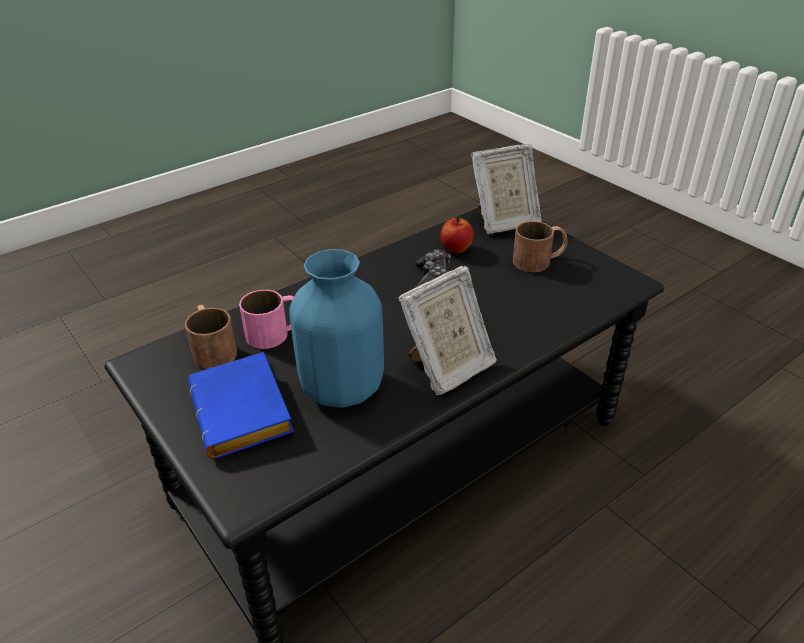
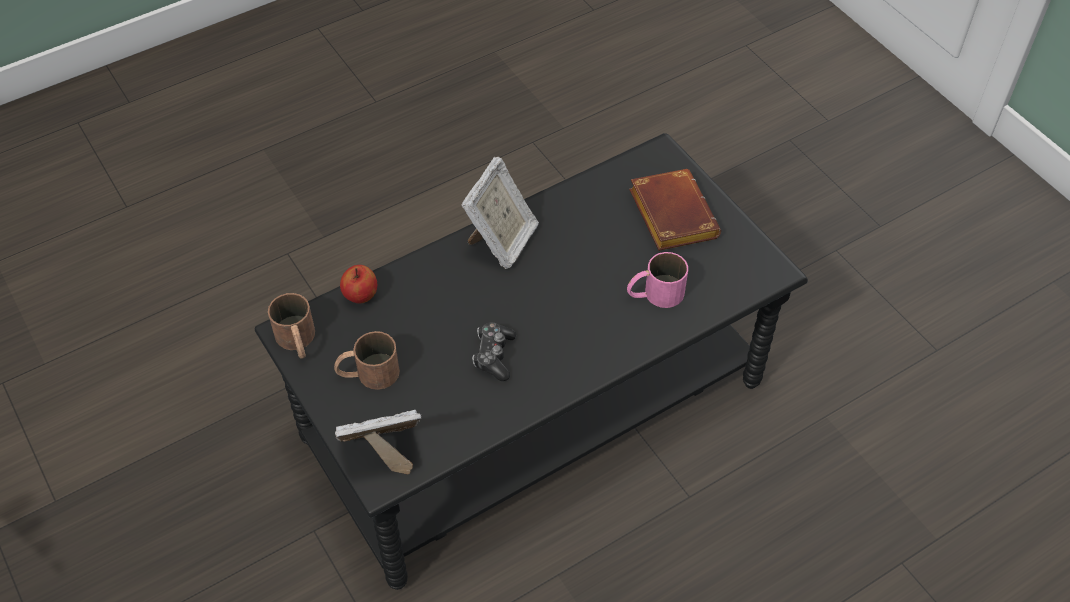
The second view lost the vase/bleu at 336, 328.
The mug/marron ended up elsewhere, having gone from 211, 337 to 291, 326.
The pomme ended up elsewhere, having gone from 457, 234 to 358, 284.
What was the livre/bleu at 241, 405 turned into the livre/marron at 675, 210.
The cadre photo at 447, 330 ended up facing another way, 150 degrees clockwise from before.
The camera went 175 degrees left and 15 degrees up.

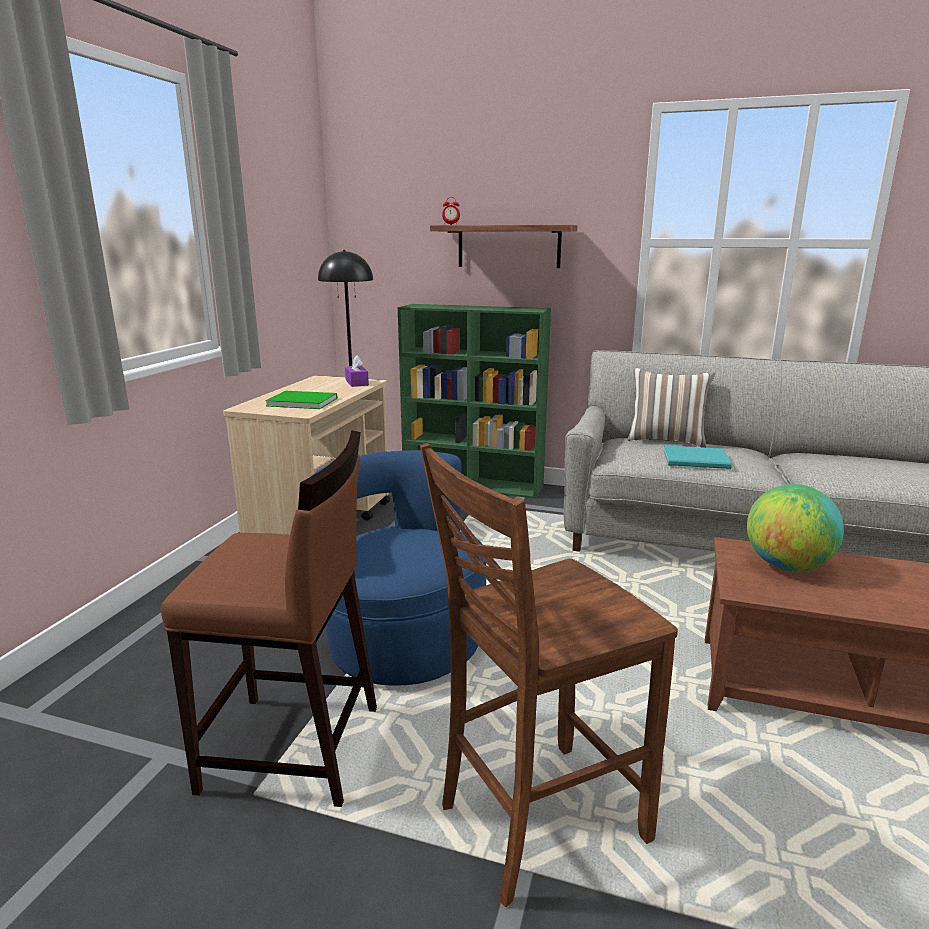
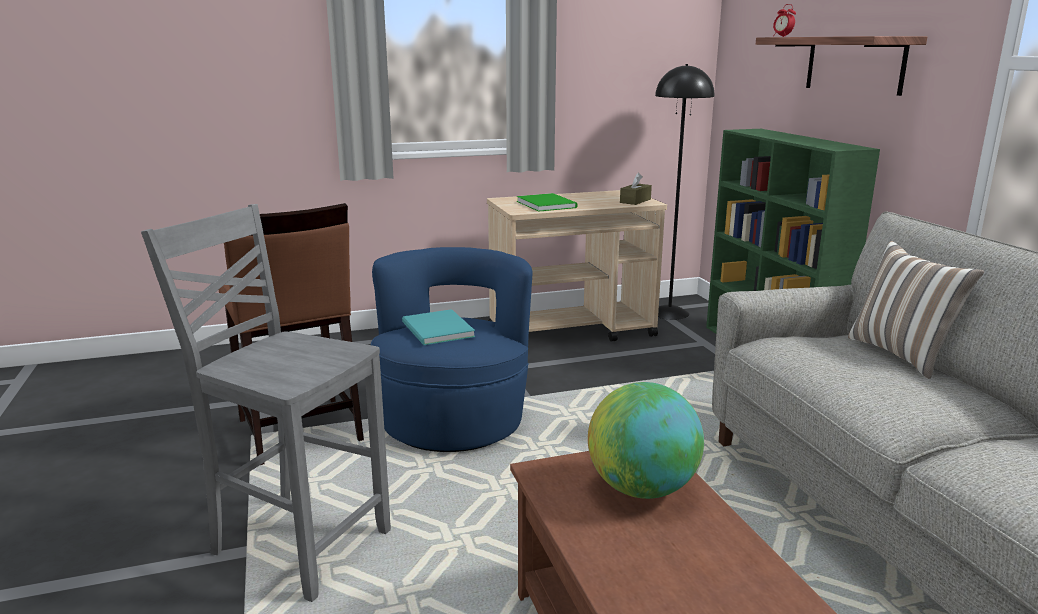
The livre/turquoise ended up elsewhere, having gone from 698, 457 to 438, 327.
What was the boîte à mouchoirs/violet at 357, 371 turned into the boîte à mouchoirs/marron at 636, 189.
What was the chaise/marron at 549, 675 turned into the chaise/gris at 266, 403.
The camera went 55 degrees right and 0 degrees up.

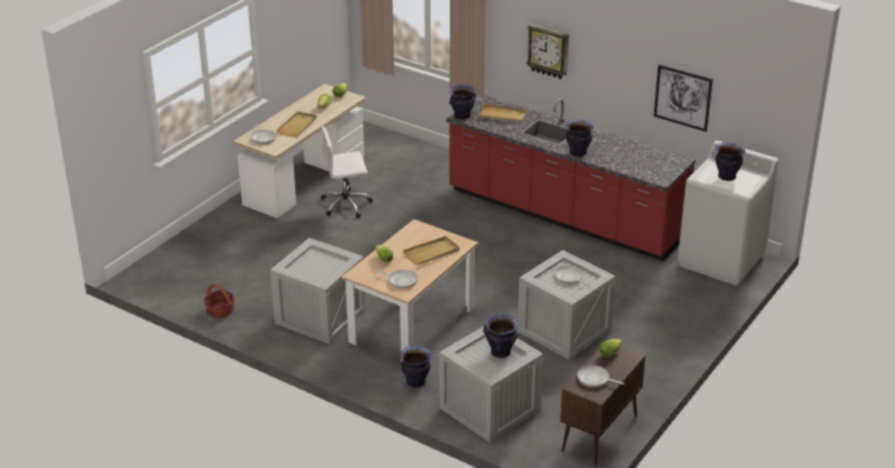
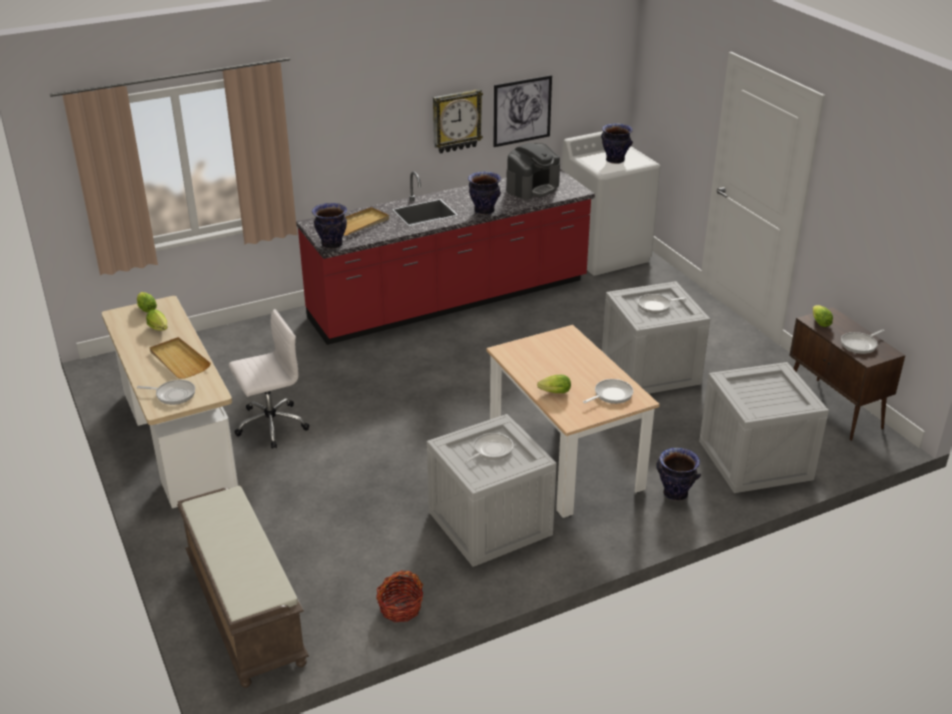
The second view lost the plateau/beige at 431, 250.
The second view lost the vase at 501, 336.
The second view gained the banc/marron at 243, 586.
The second view gained the poêle at 488, 448.
The second view gained the machine à café at 533, 171.
The horloge murale ended up elsewhere, having gone from 547, 51 to 458, 121.
The chaise de bureau/blanc at 347, 172 ended up facing another way, 135 degrees counterclockwise from before.
The camera went 60 degrees left and 0 degrees up.

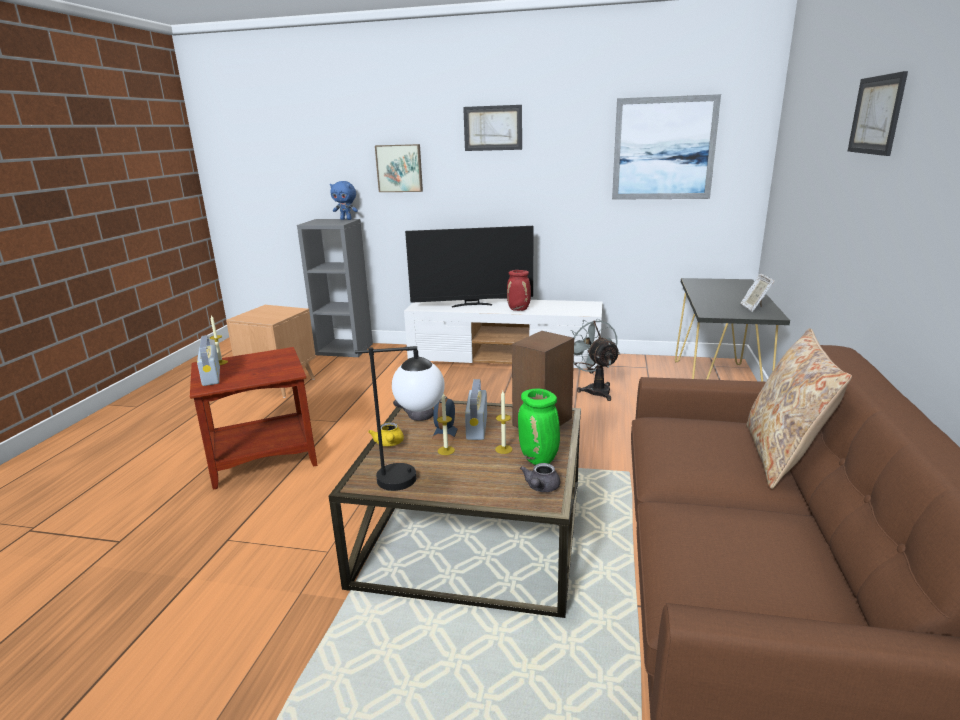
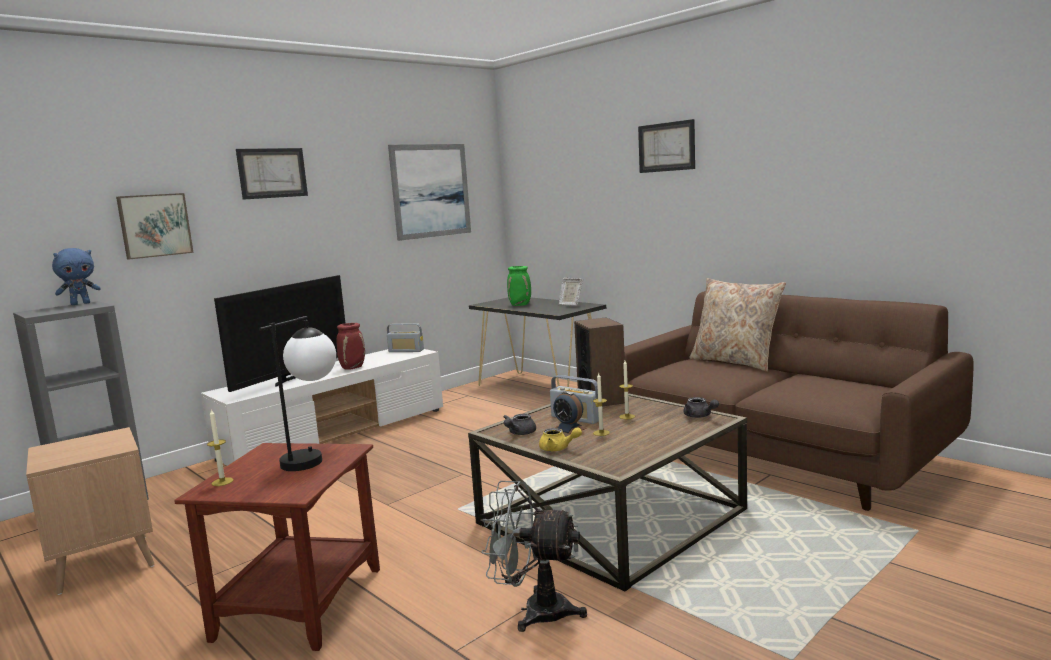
The radio ended up elsewhere, having gone from 208, 360 to 405, 337.
The lampe de table ended up elsewhere, having gone from 400, 418 to 297, 393.
The vase/vert ended up elsewhere, having gone from 539, 427 to 519, 286.
The ventilateur/gris ended up elsewhere, having gone from 595, 360 to 534, 556.
The camera went 55 degrees left and 10 degrees down.

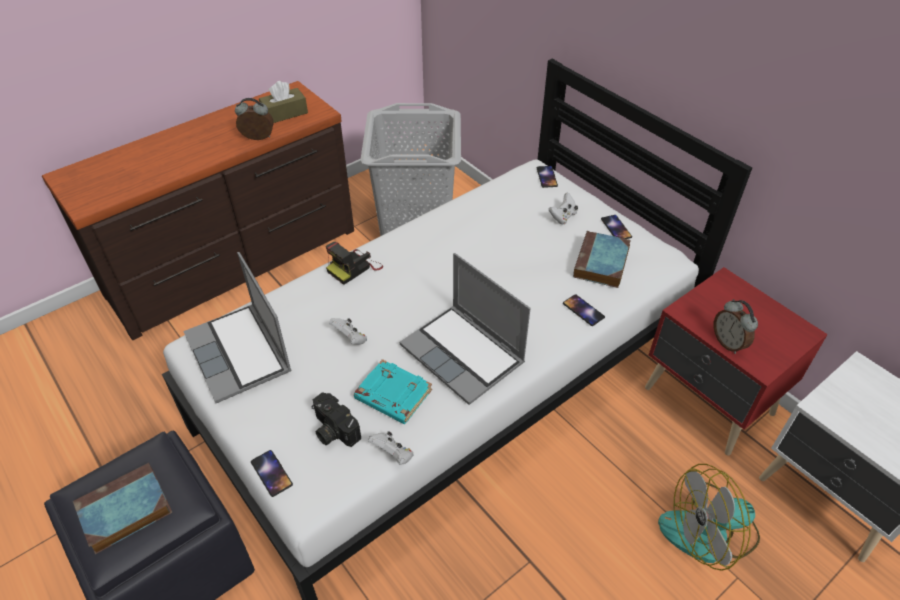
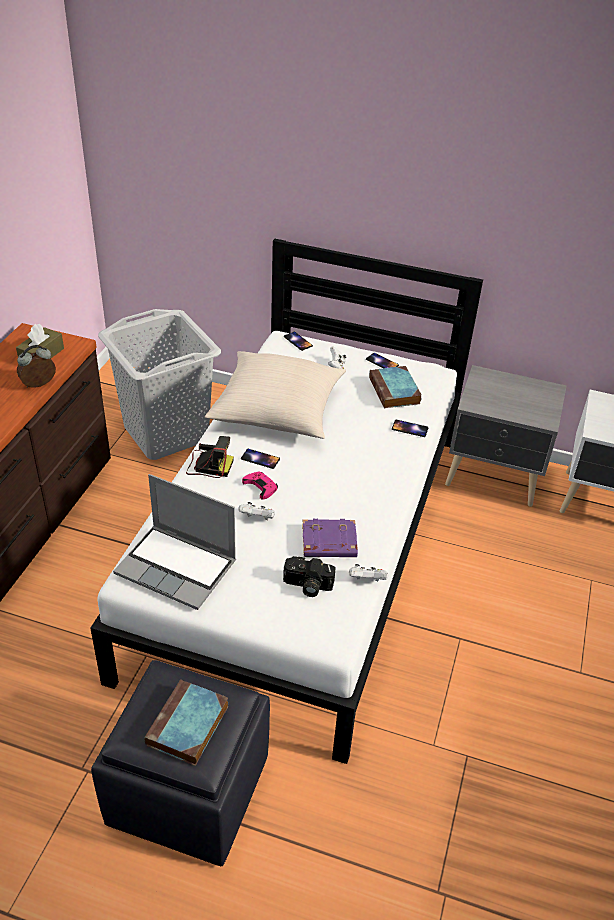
The second view lost the ordinateur portable at 465, 329.
The second view lost the ventilateur at 709, 517.
The second view lost the réveil at 736, 326.
The second view gained the coussin/beige at 275, 395.
The second view gained the manette/rose at 260, 485.
The téléphone ended up elsewhere, having gone from 272, 473 to 260, 459.
What was the livre/turquoise at 393, 391 turned into the livre/violet at 330, 538.
What was the table de chevet/rouge at 736, 361 turned into the table de chevet/gris at 506, 436.
The appareil photo at 354, 263 ended up facing another way, 90 degrees counterclockwise from before.
The camera went 35 degrees left and 5 degrees down.

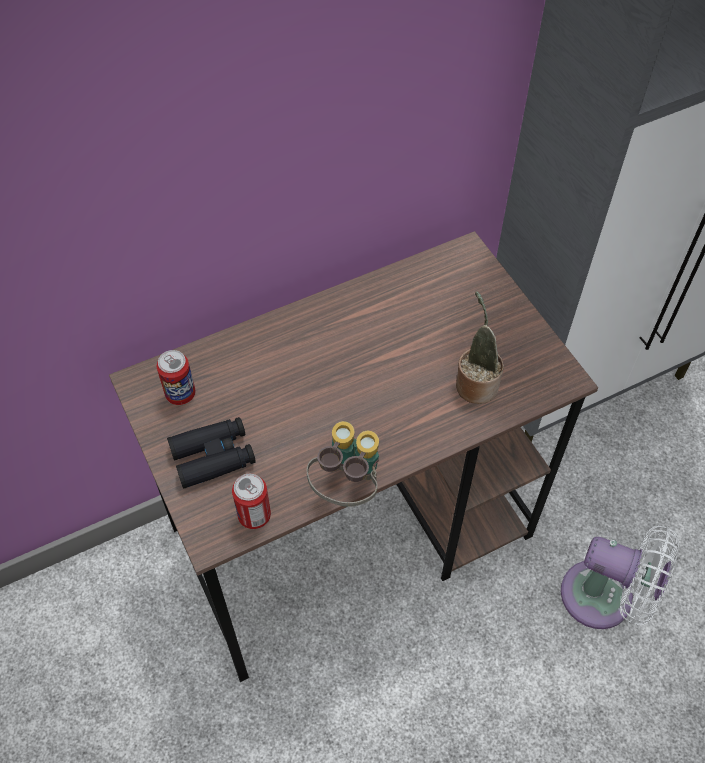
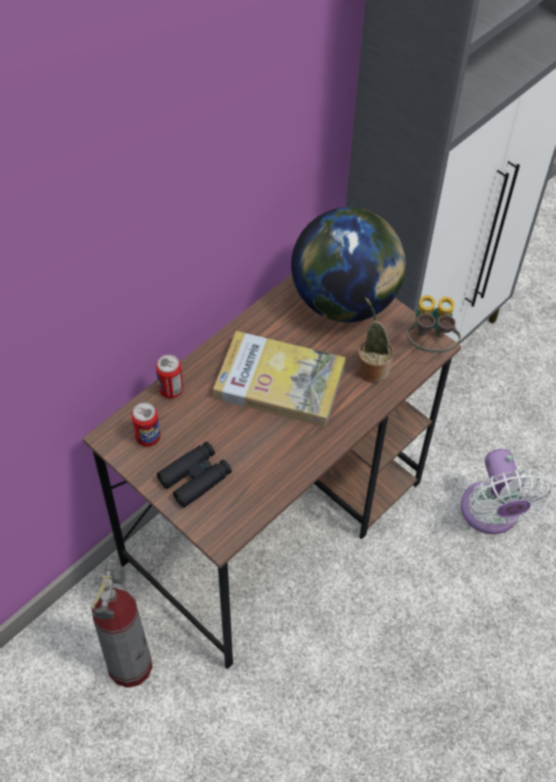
The second view gained the extincteur at 122, 624.
The second view gained the livre at 279, 379.
The second view gained the globe at 348, 264.
The boîte métallique ended up elsewhere, having gone from 251, 501 to 169, 376.
The jumelles ended up elsewhere, having gone from 343, 463 to 434, 324.
The ventilateur/blanc at 620, 577 ended up facing another way, 75 degrees clockwise from before.
The camera went 20 degrees left and 0 degrees up.

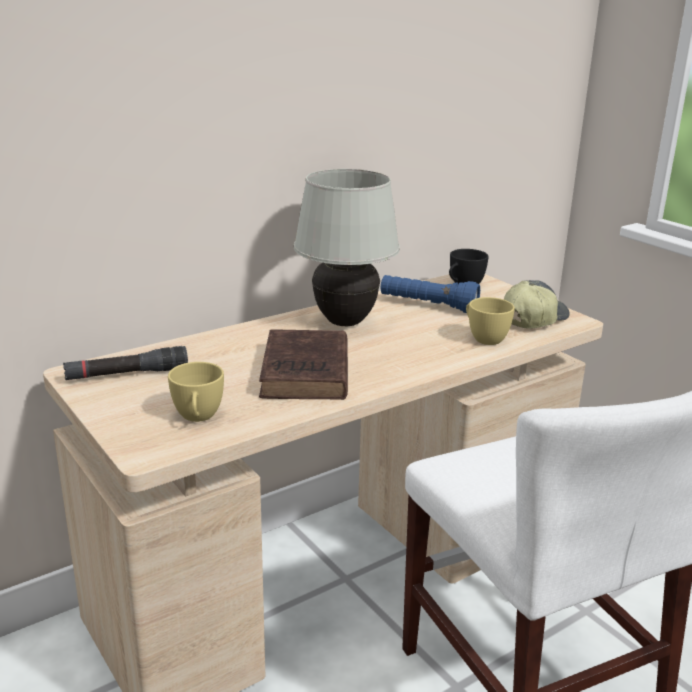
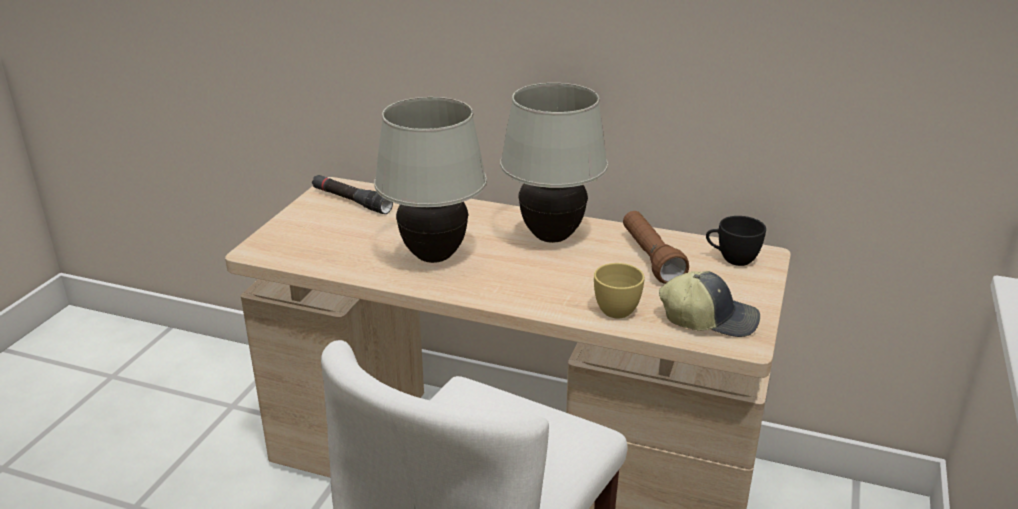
The second view lost the tasse/jaune at 196, 392.
Where the livre/marron stood at 303, 364, the lampe de table/blanc came to stand at 430, 180.
What was the lampe de poche/bleu at 430, 294 turned into the lampe de poche/marron at 656, 247.
The camera went 55 degrees right and 5 degrees up.

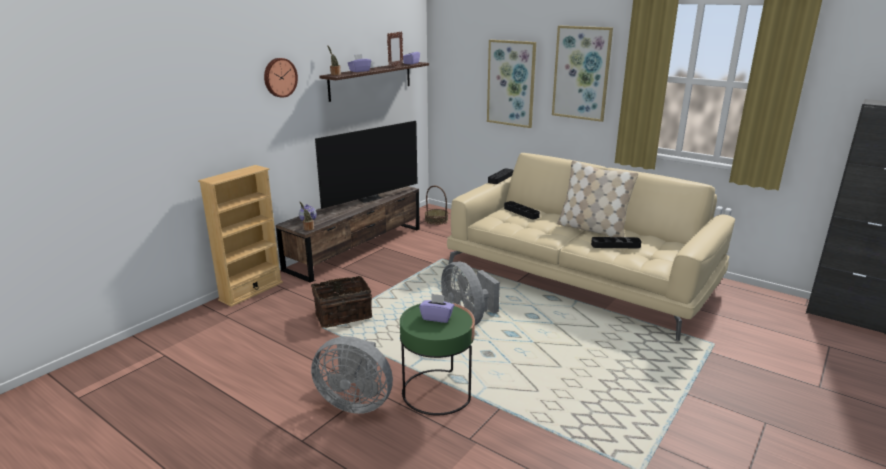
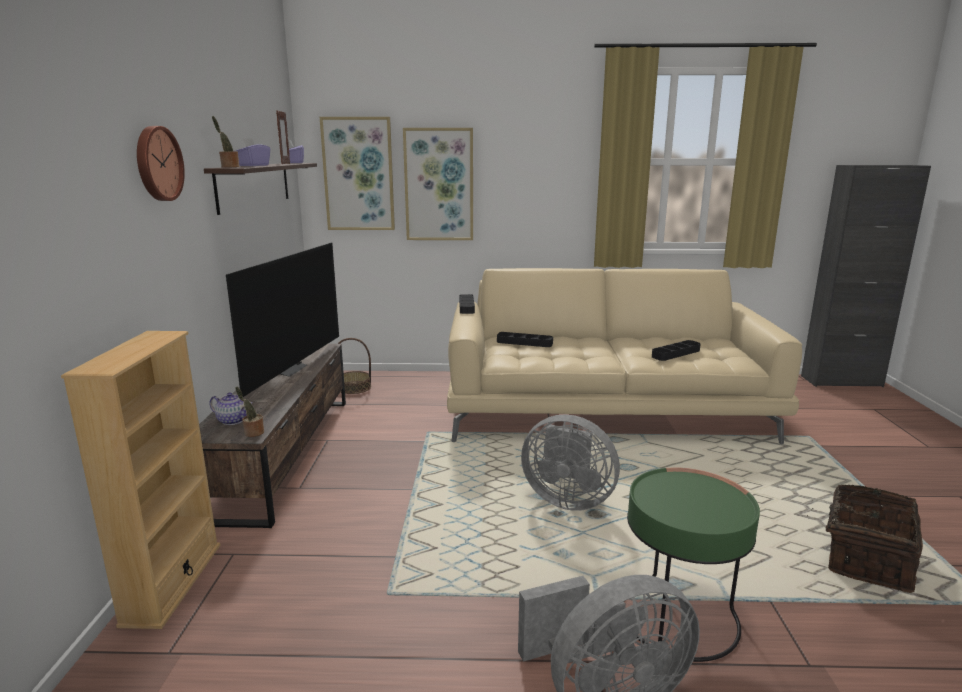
The second view lost the boîte à mouchoirs/violet at 436, 308.
The second view lost the coussin/beige at 597, 199.
The panier ended up elsewhere, having gone from 341, 302 to 865, 538.
The tableau ended up elsewhere, having gone from 582, 74 to 357, 173.
The camera went 35 degrees left and 5 degrees down.

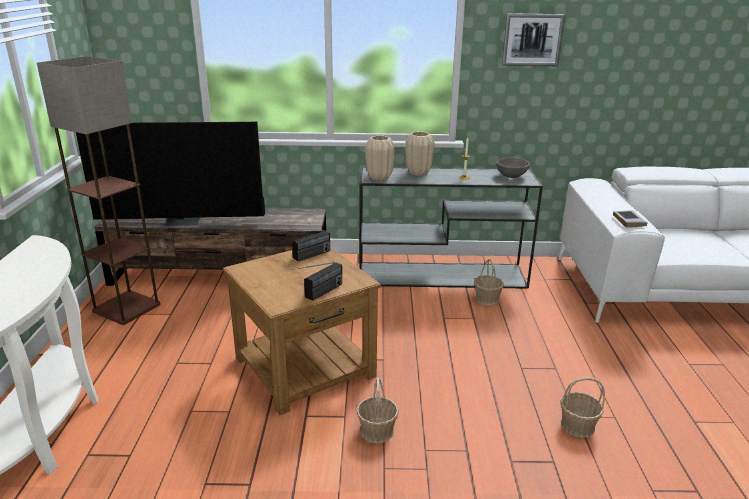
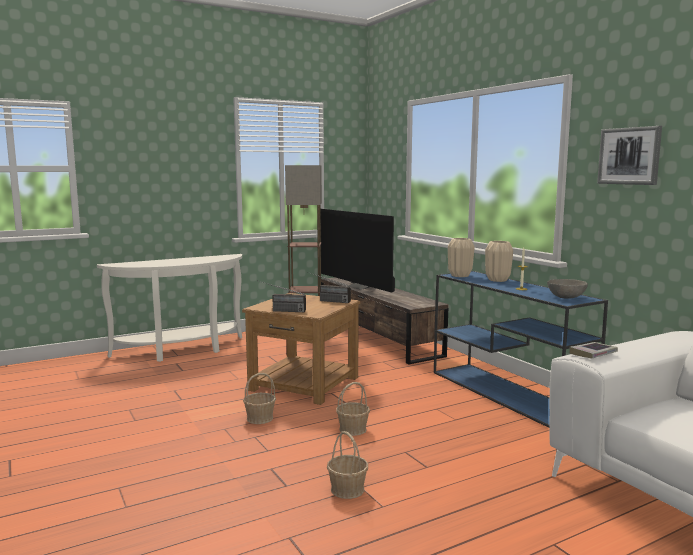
The panier ended up elsewhere, having gone from 489, 282 to 353, 409.
What was the table console/gris at 451, 228 turned into the table console/bleu at 521, 349.
The camera went 60 degrees right and 15 degrees down.

